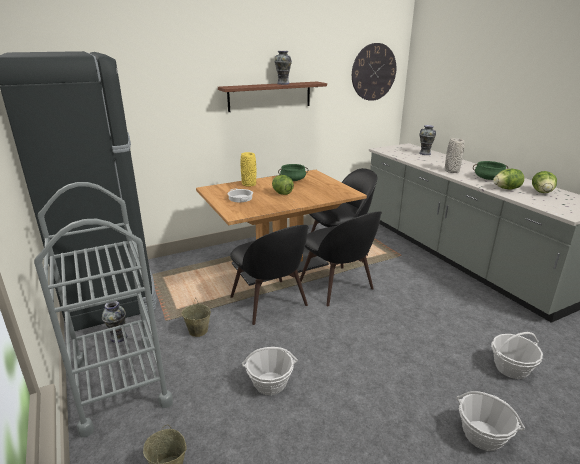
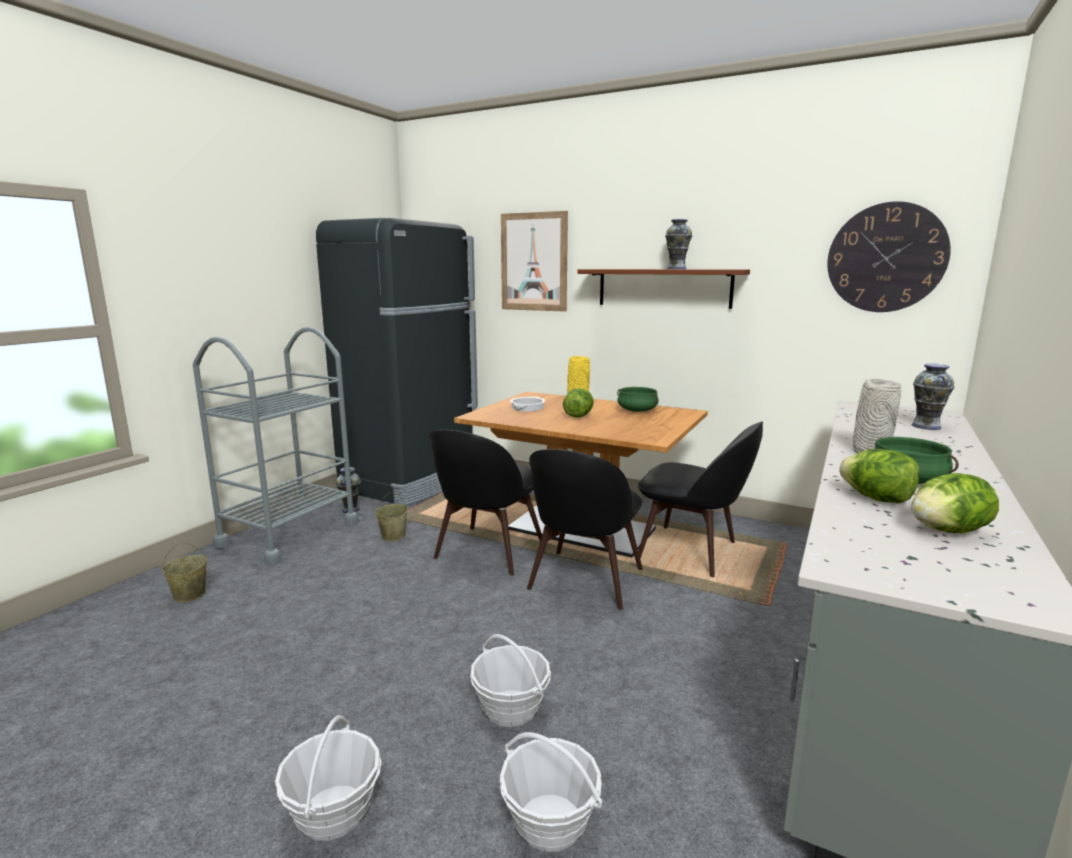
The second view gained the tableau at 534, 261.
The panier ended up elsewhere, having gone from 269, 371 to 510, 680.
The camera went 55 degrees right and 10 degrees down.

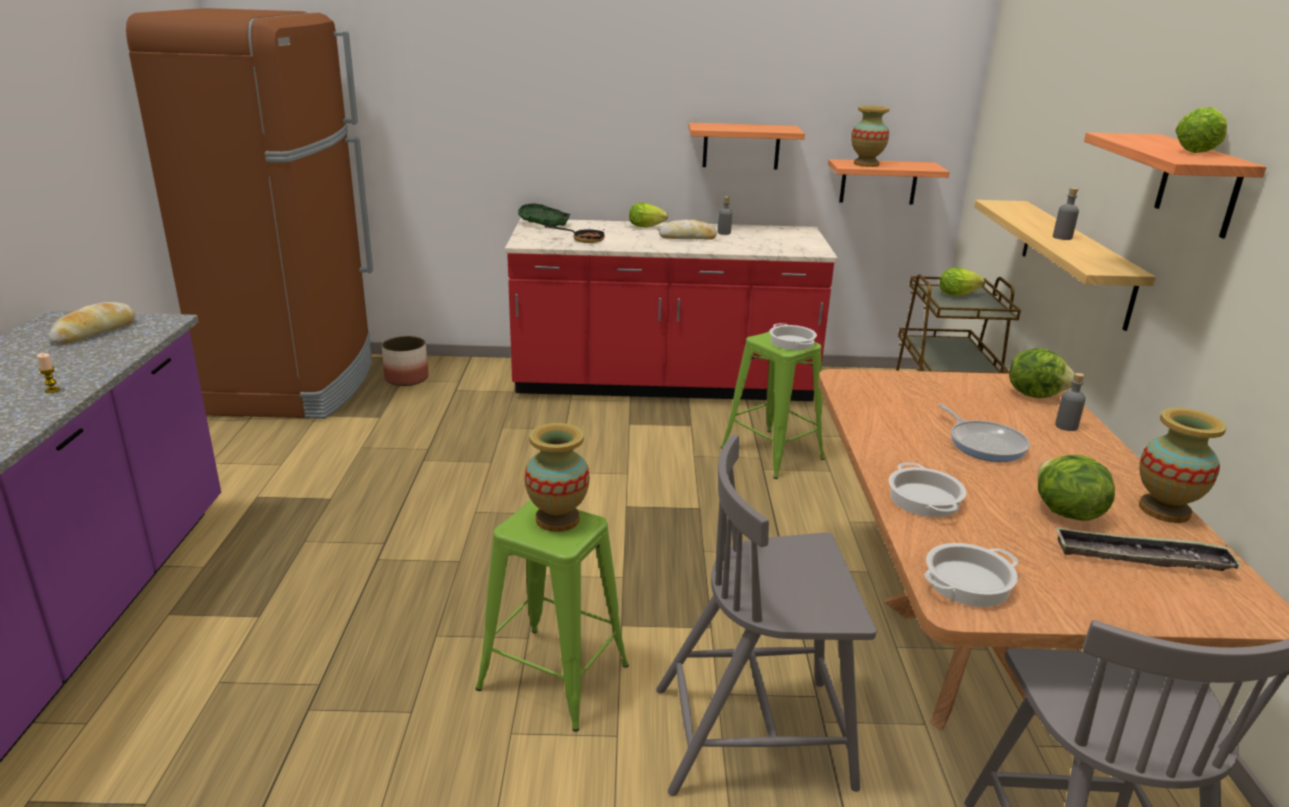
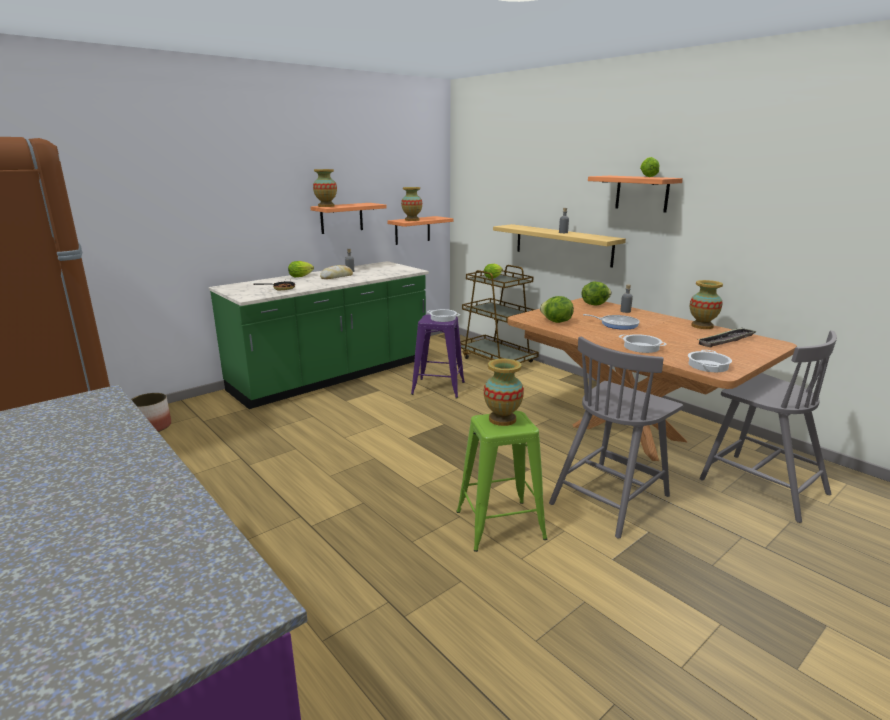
The second view lost the bougie at 48, 373.
The second view lost the pain at 91, 323.
The second view lost the bol/vert at 544, 214.
The second view gained the vase at 325, 188.
The laitue ended up elsewhere, having gone from 1076, 488 to 557, 309.
What was the comptoir de cuisine/rouge at 671, 309 turned into the comptoir de cuisine/vert at 319, 335.
What was the tabouret/vert at 773, 405 turned into the tabouret/violet at 438, 356.
The camera went 40 degrees left and 5 degrees down.

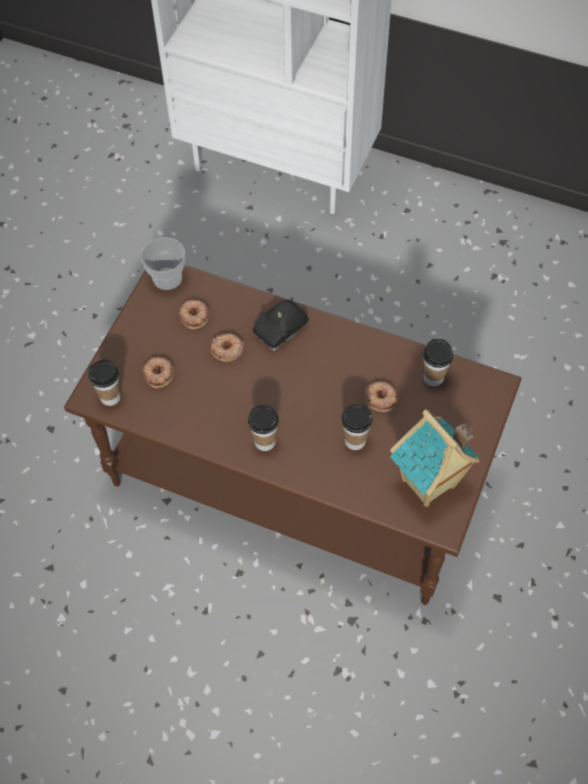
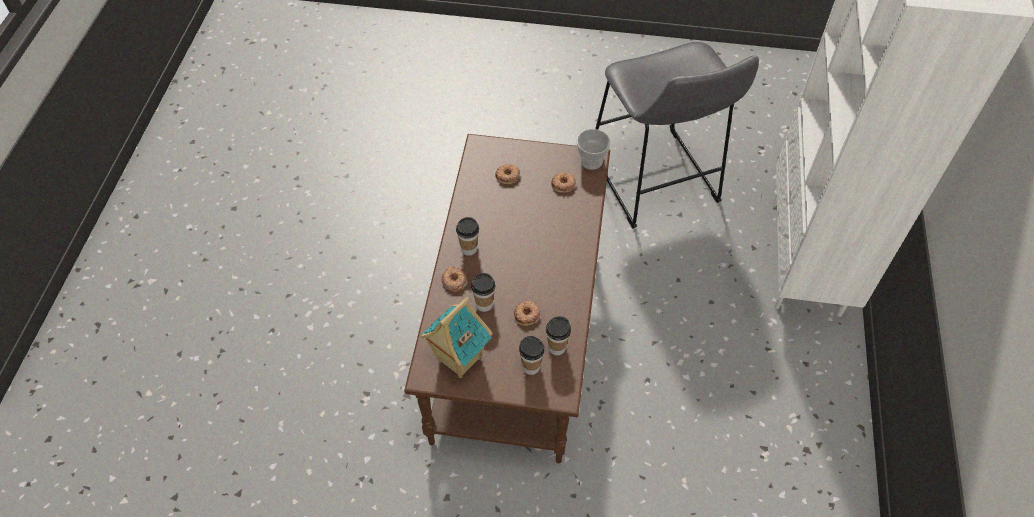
The second view lost the petite voiture/noir at 281, 325.
The second view gained the tabouret/gris at 677, 135.
The tasse ended up elsewhere, having gone from 104, 382 to 532, 355.
The beignet ended up elsewhere, having gone from 227, 347 to 454, 279.
The camera went 75 degrees right and 5 degrees down.

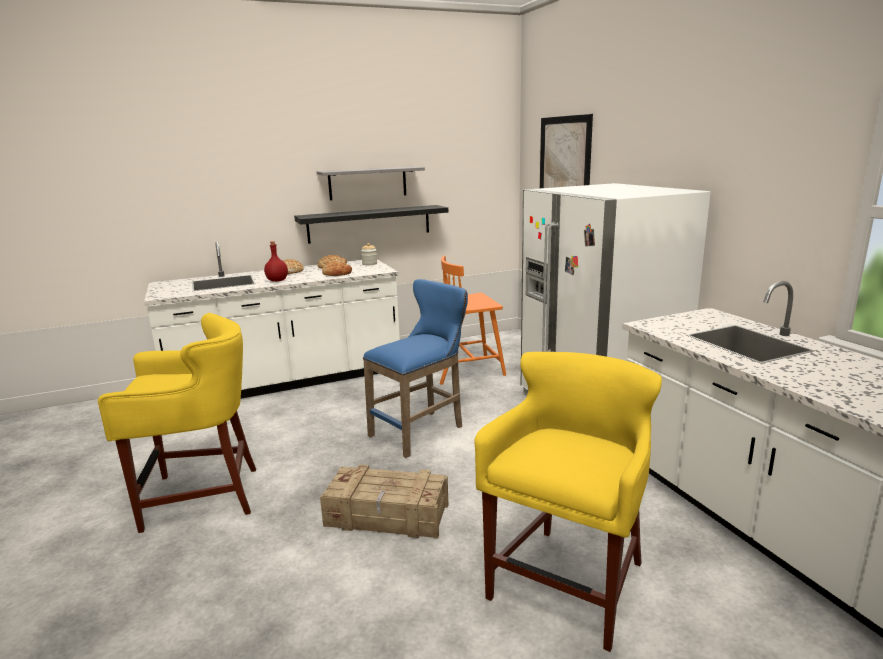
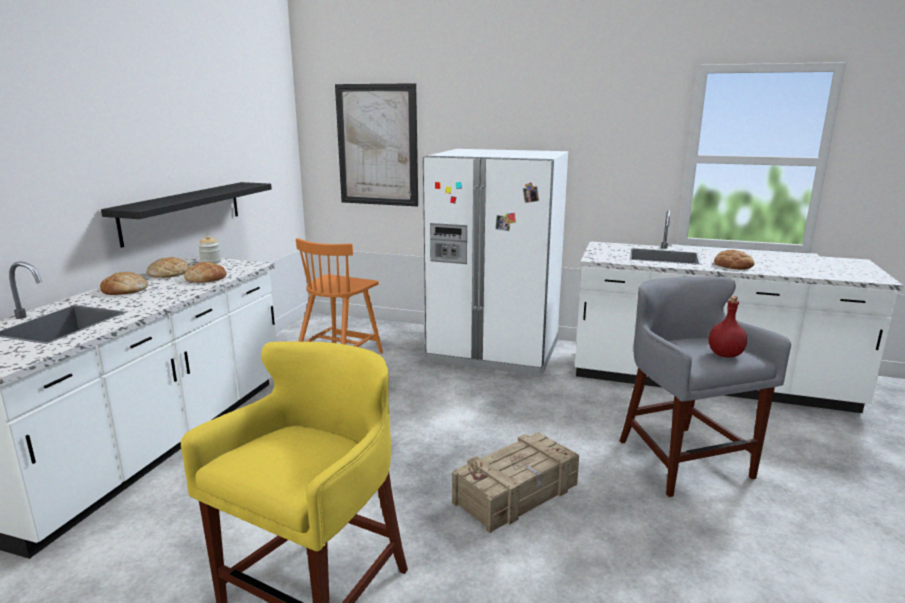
The second view lost the étagère/gris at 371, 183.
The second view lost the tabouret/bleu at 415, 368.
The second view gained the pain at 734, 259.
The bouteille/rouge ended up elsewhere, having gone from 276, 261 to 728, 326.
What was the tabouret/jaune at 568, 502 turned into the tabouret/gris at 705, 387.
The camera went 50 degrees left and 0 degrees up.

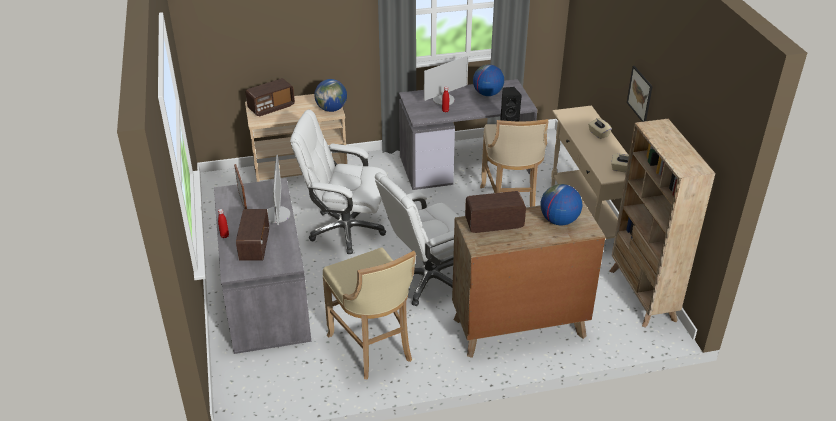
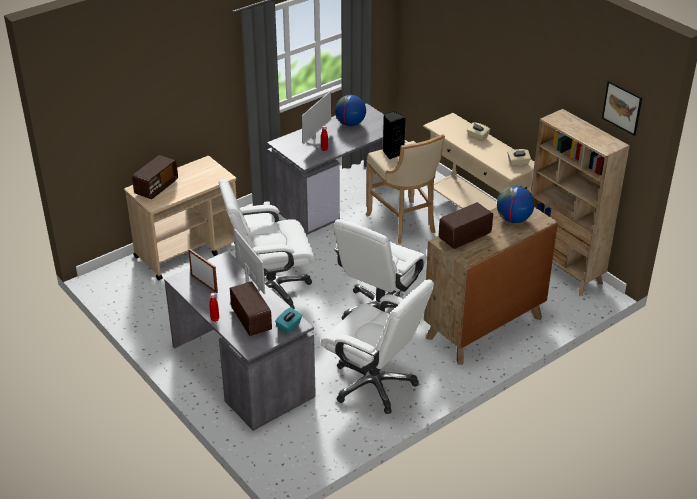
The second view lost the globe at 330, 95.
The second view gained the boîte à mouchoirs/turquoise at 288, 320.
The tableau ended up elsewhere, having gone from 640, 94 to 622, 108.
Where the tabouret/beige stood at 369, 313, the chaise de bureau/blanc came to stand at 377, 346.
The camera went 25 degrees left and 0 degrees up.

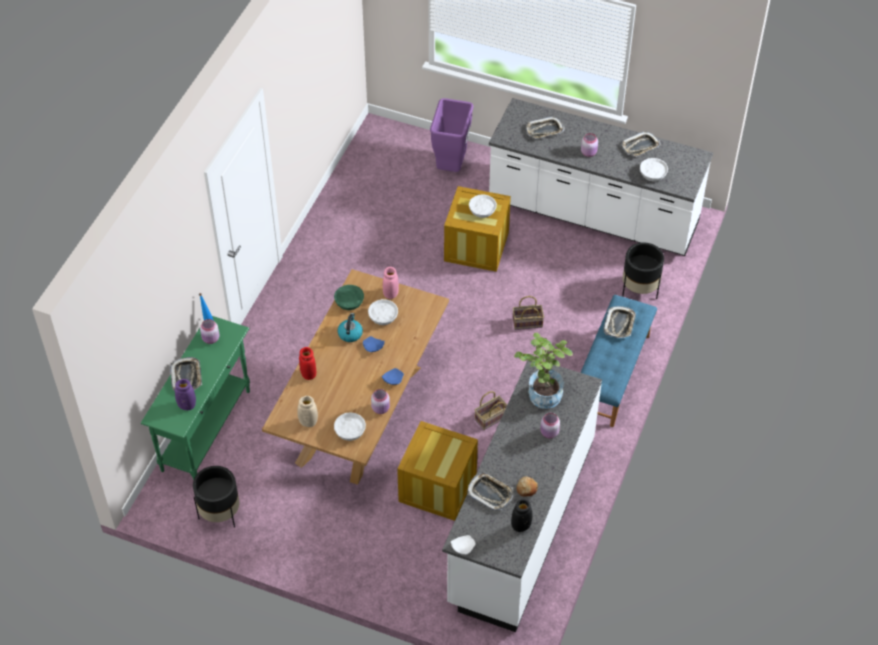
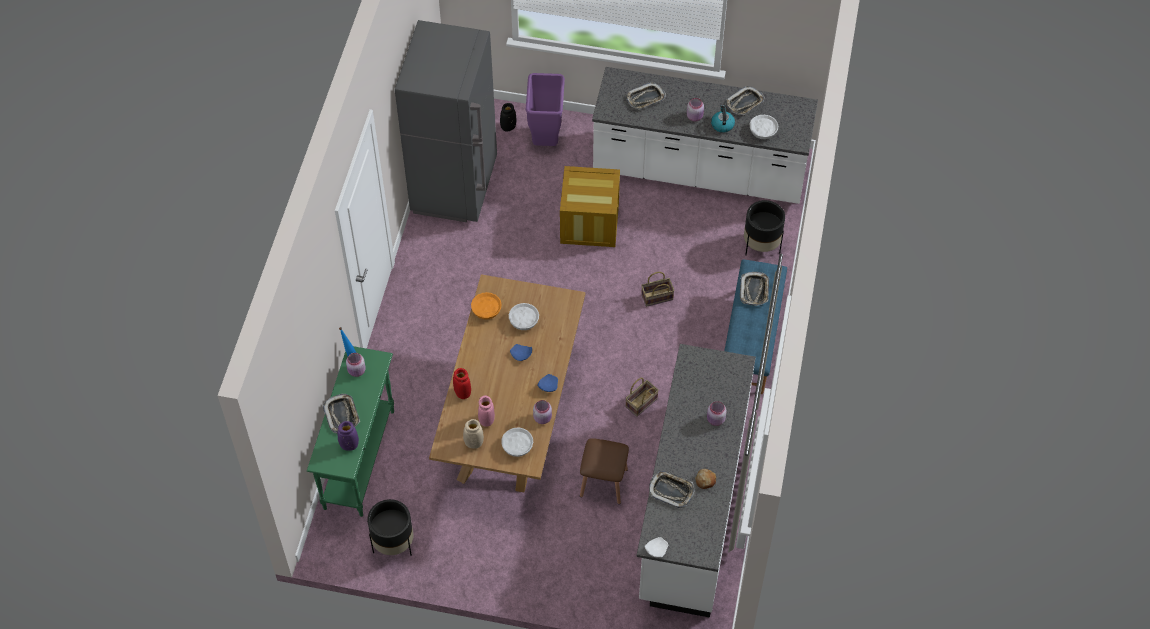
The second view lost the bol/blanc at 483, 206.
The second view lost the plante en pot at 543, 370.
The second view gained the réfrigérateur/gris at 446, 121.
The bouilloire ended up elsewhere, having gone from 350, 327 to 723, 119.
The vase/rose ended up elsewhere, having gone from 391, 283 to 486, 411.
The vase/noir ended up elsewhere, having gone from 521, 515 to 508, 117.
Where the caisse stood at 437, 471, the tabouret/marron came to stand at 604, 471.
What was the bol/vert at 349, 297 turned into the bol/orange at 486, 305.
The camera went 10 degrees left and 5 degrees up.

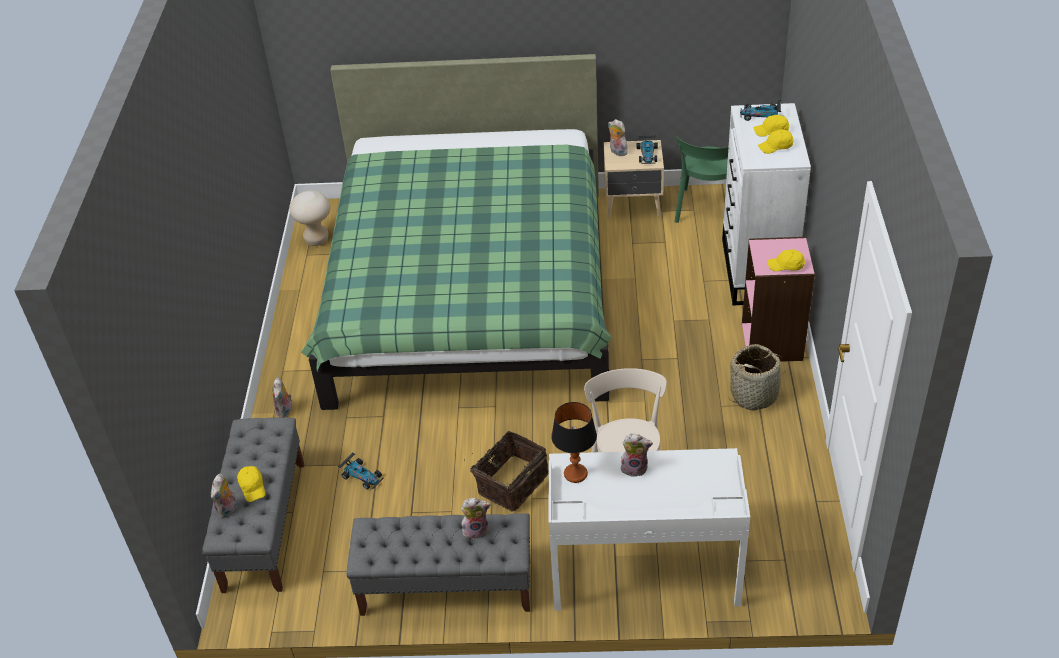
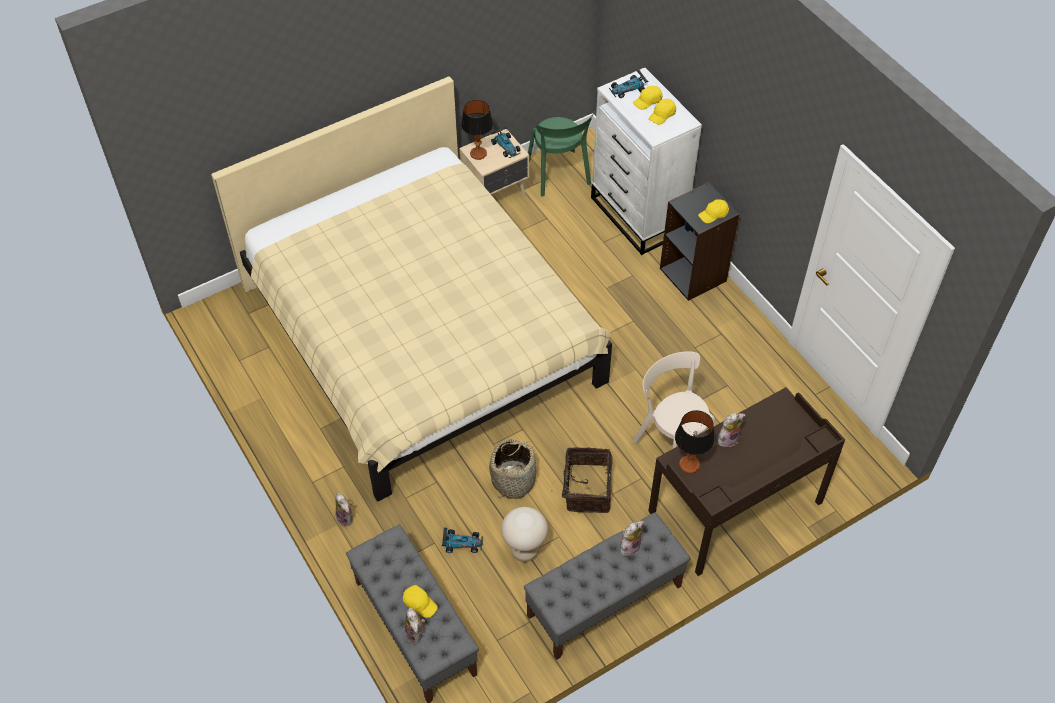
The tabouret/beige ended up elsewhere, having gone from 310, 218 to 524, 534.
The panier ended up elsewhere, having gone from 758, 377 to 512, 469.
Where the peluche stood at 618, 137, the lampe de table came to stand at 477, 130.
What was the lit/vert at 456, 232 turned into the lit/beige at 411, 289.
What was the bureau/blanc at 649, 529 turned into the bureau/marron at 746, 481.
What was the bibliothèque/rose at 778, 299 turned into the bibliothèque/noir at 700, 241.
The camera went 35 degrees left and 10 degrees up.

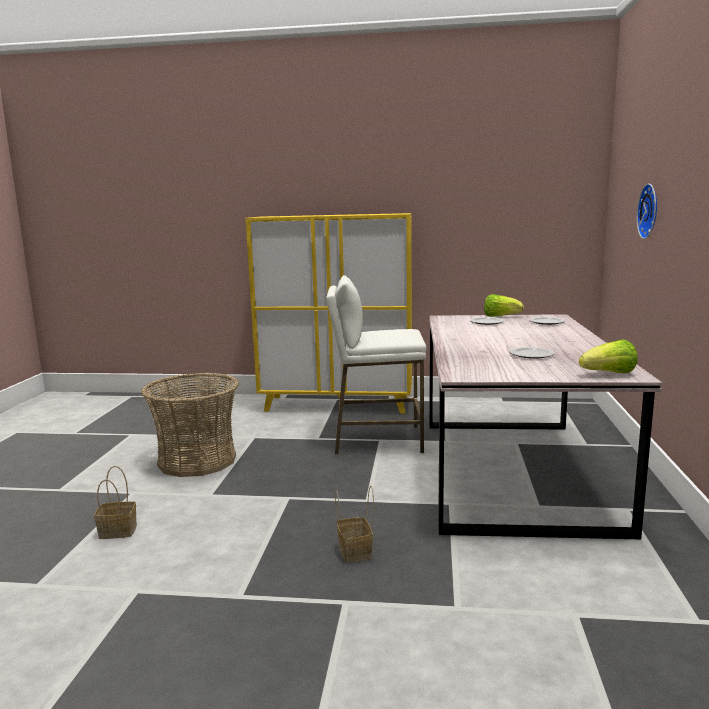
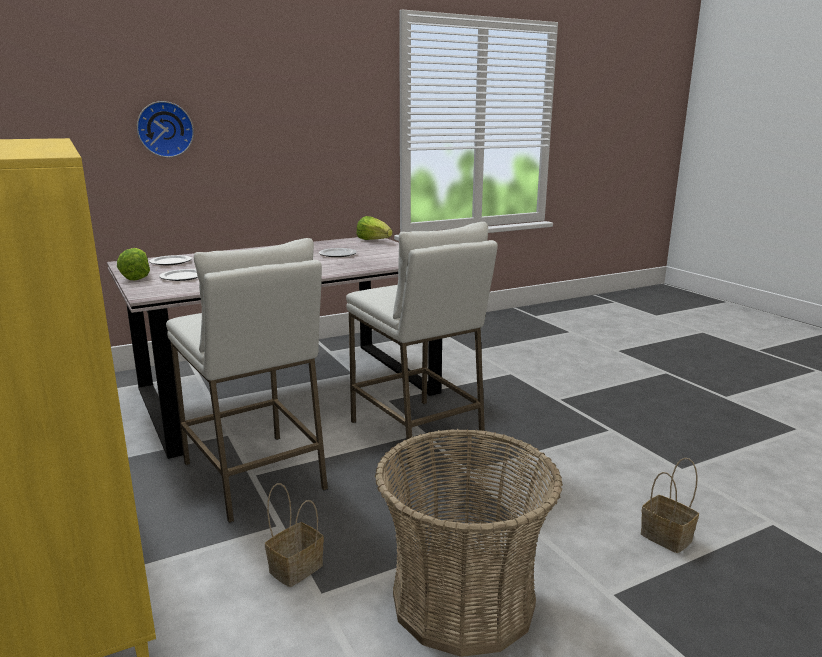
The second view gained the tabouret/blanc at 422, 345.
The panier ended up elsewhere, having gone from 354, 524 to 294, 535.
The camera went 125 degrees left and 5 degrees up.

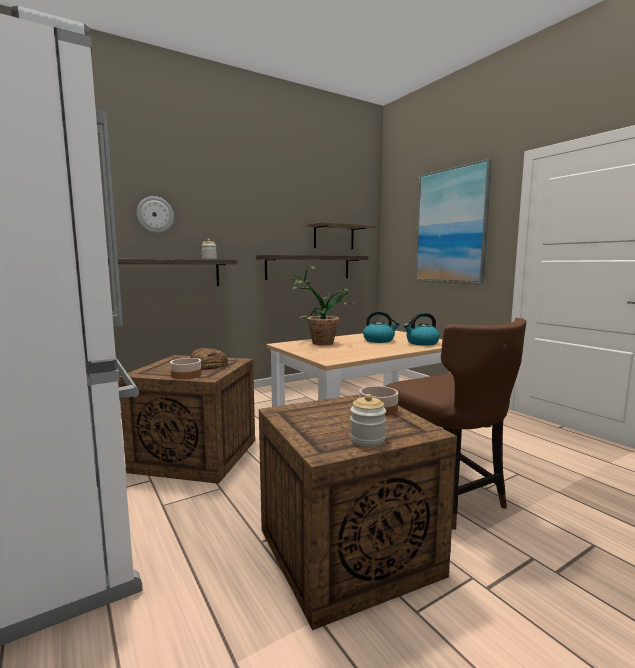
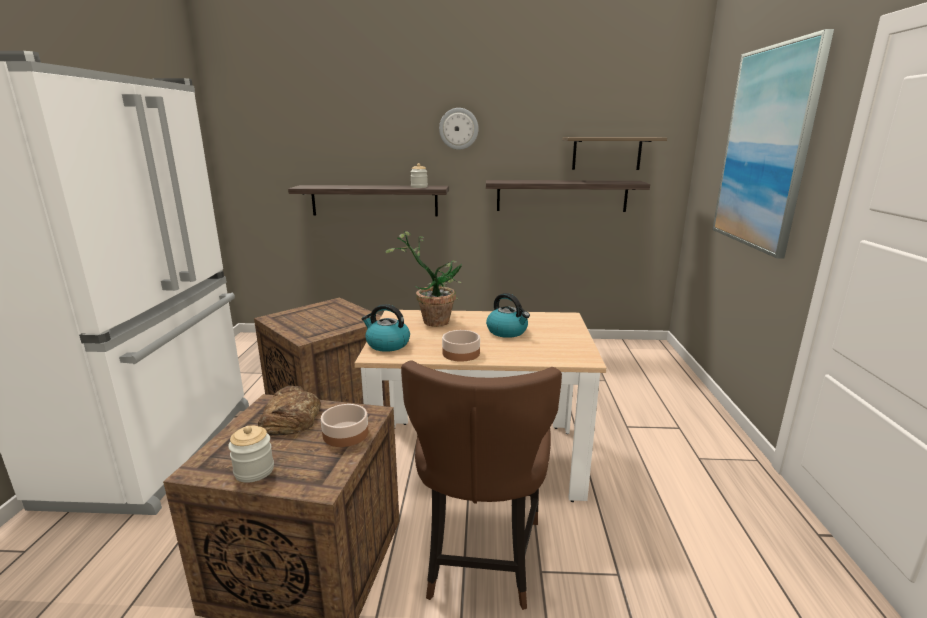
The horloge murale ended up elsewhere, having gone from 155, 214 to 459, 129.
The bol ended up elsewhere, having gone from 186, 368 to 461, 346.
The pain ended up elsewhere, having gone from 209, 359 to 289, 411.
The bouilloire ended up elsewhere, having gone from 422, 329 to 386, 328.
The camera went 35 degrees right and 10 degrees up.

